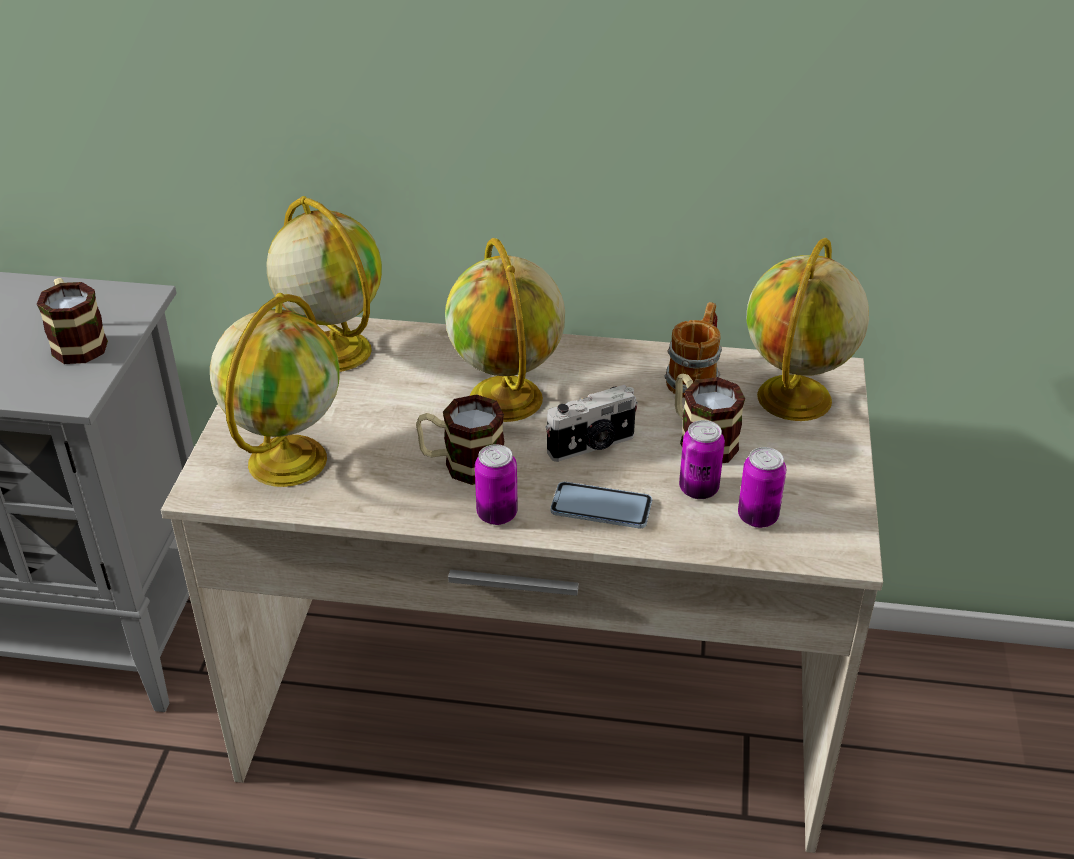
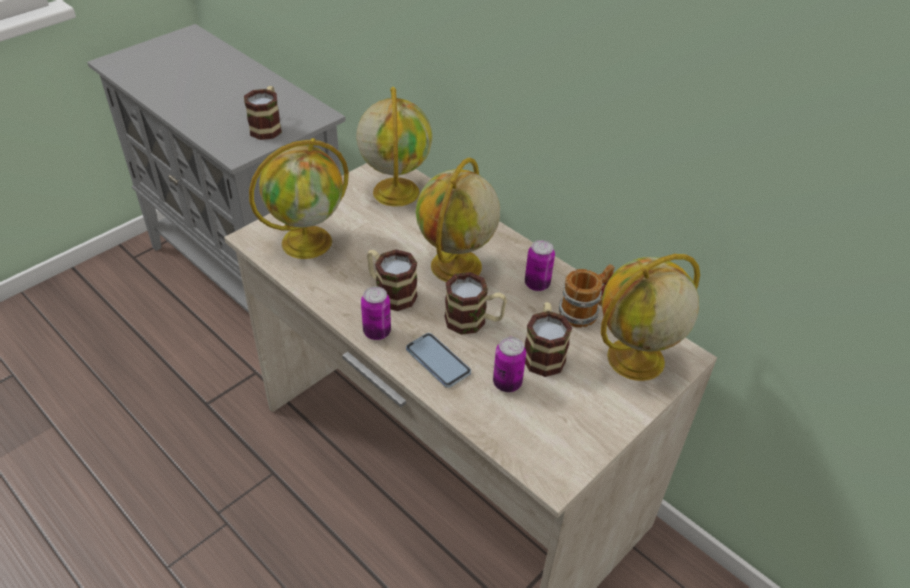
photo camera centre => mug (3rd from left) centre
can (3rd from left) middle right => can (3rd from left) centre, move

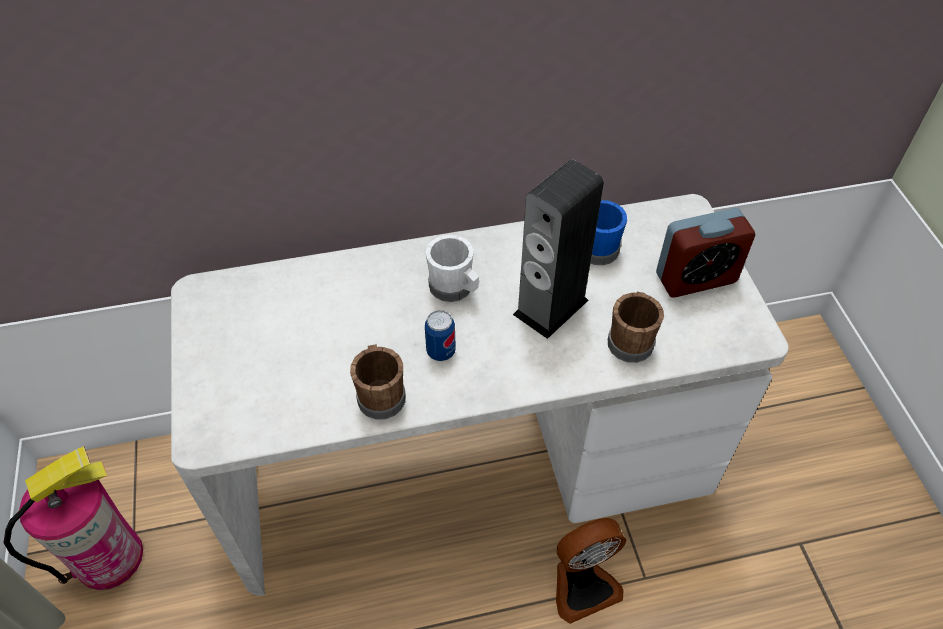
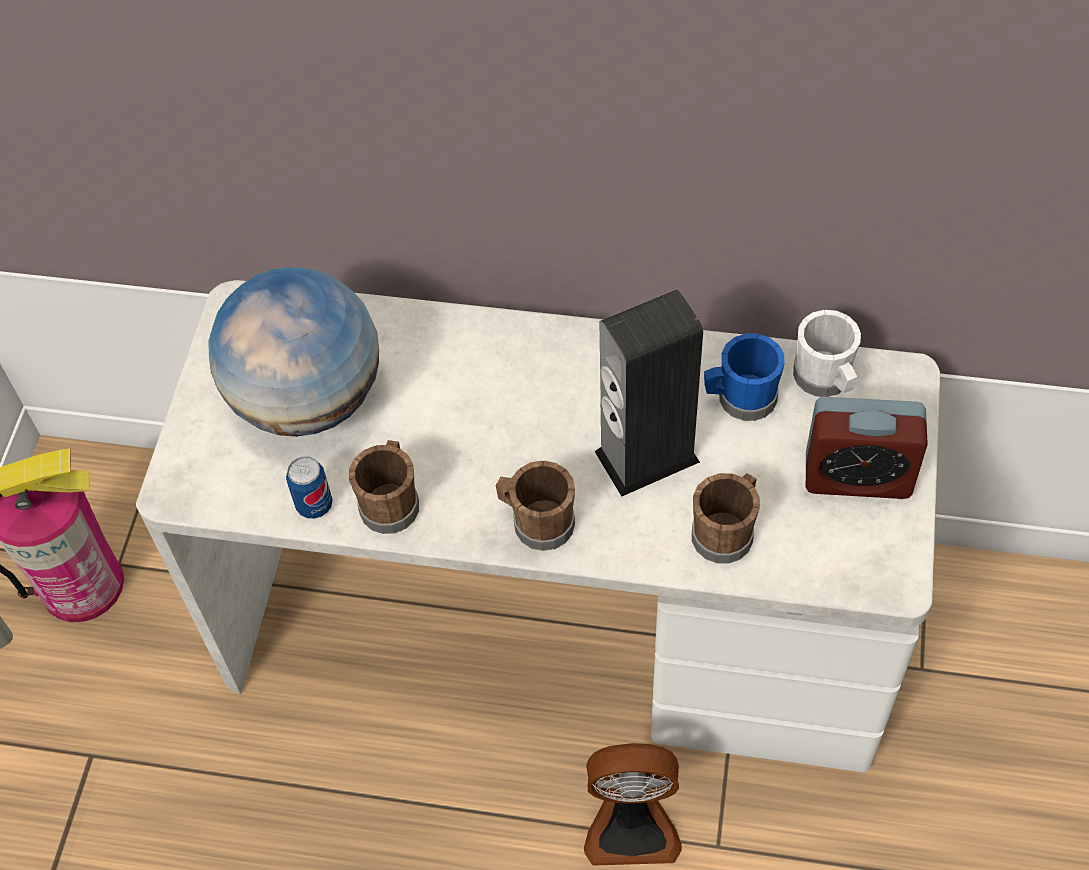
can centre => can middle left, move
mug (white) centre => mug (white) middle right, move
nothing => globe middle left
nothing => mug (brown) (2nd from left) centre

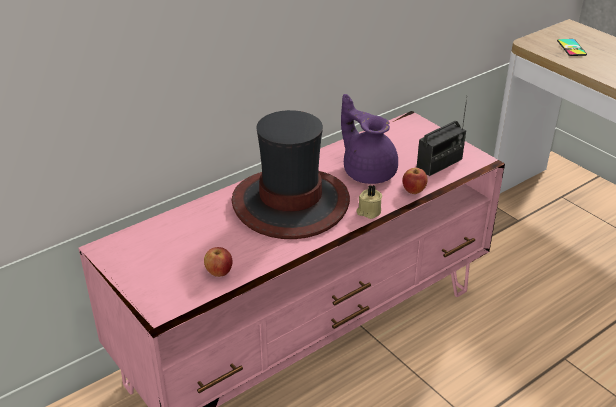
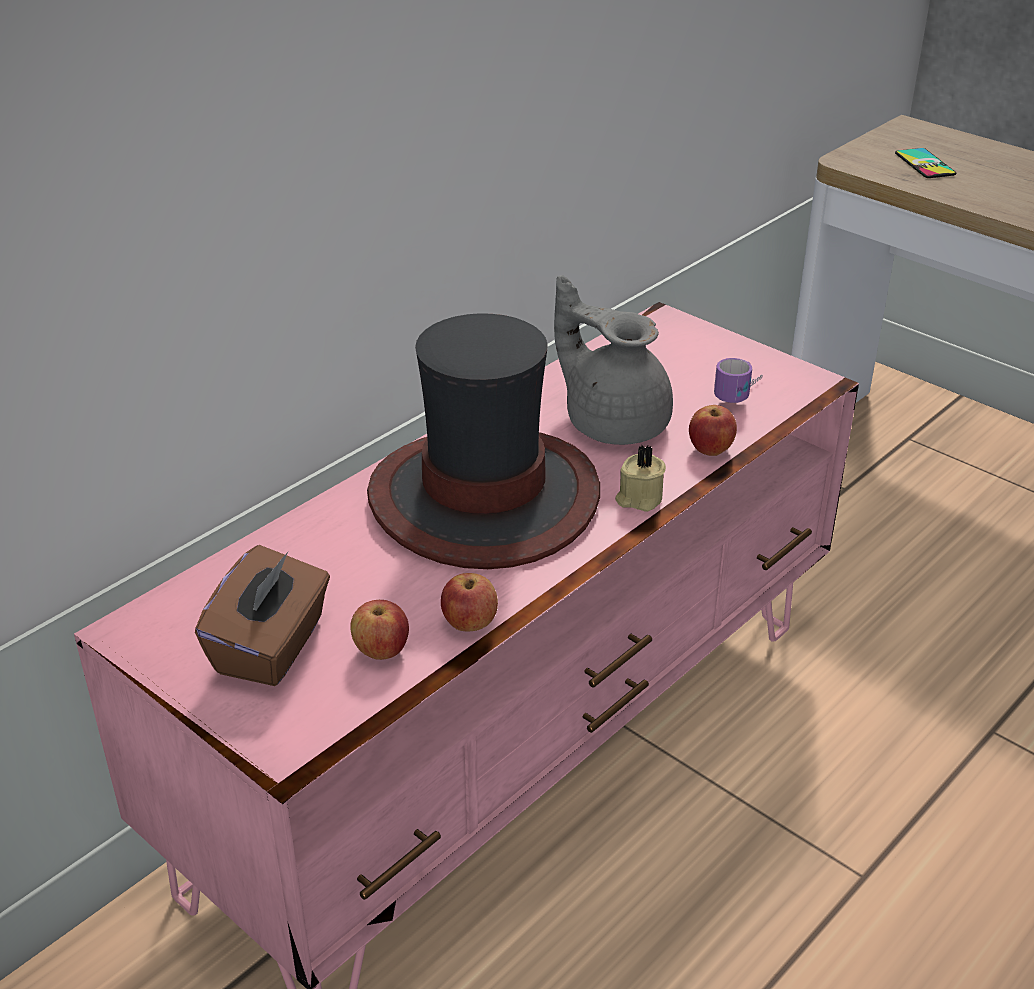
teapot (purple) centre => teapot (grey) centre
radio middle right => mug middle right
nothing => tissue box (brown) middle left
nothing => apple (2nd from left) centre

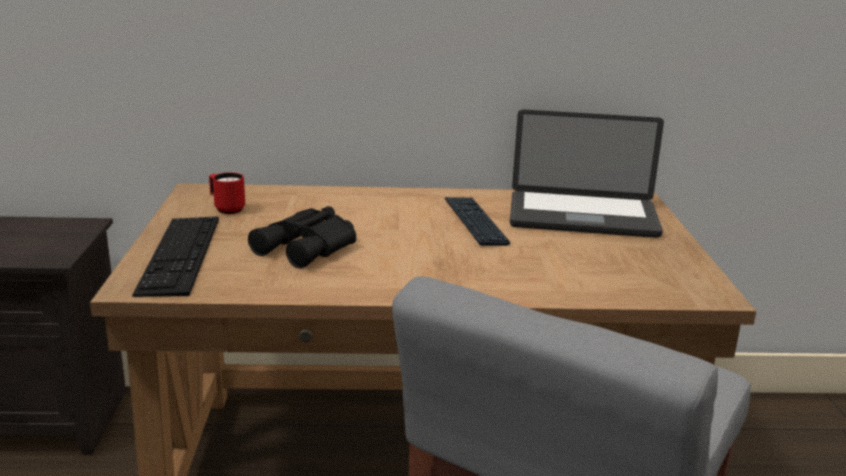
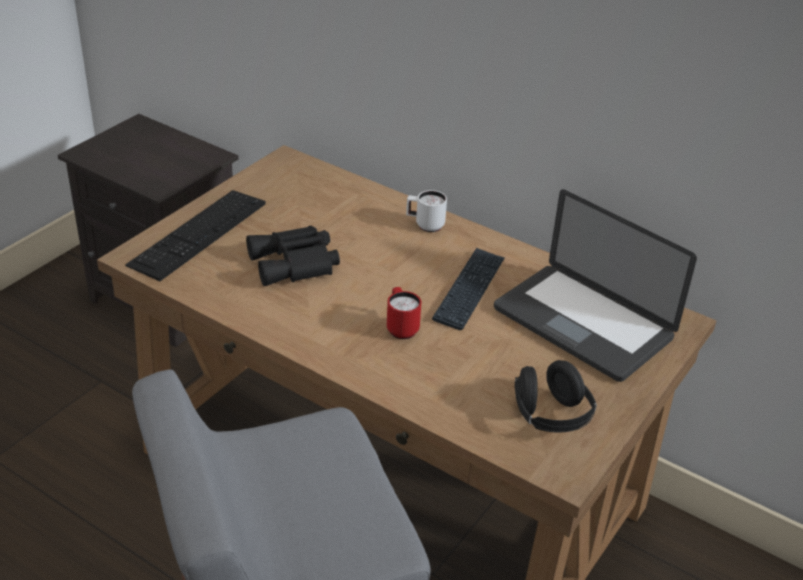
mug (red) middle left => mug (red) centre, move
nothing => mug (white) centre
nothing => headphones (black) bottom right

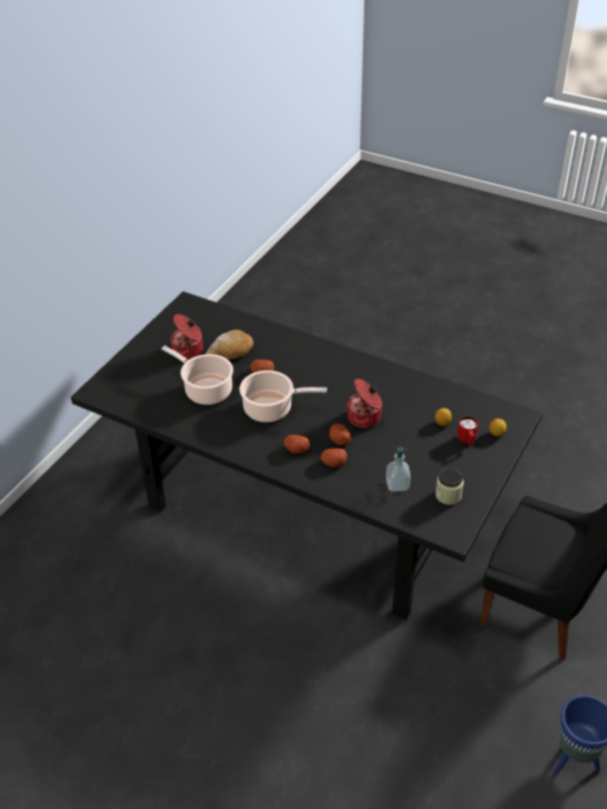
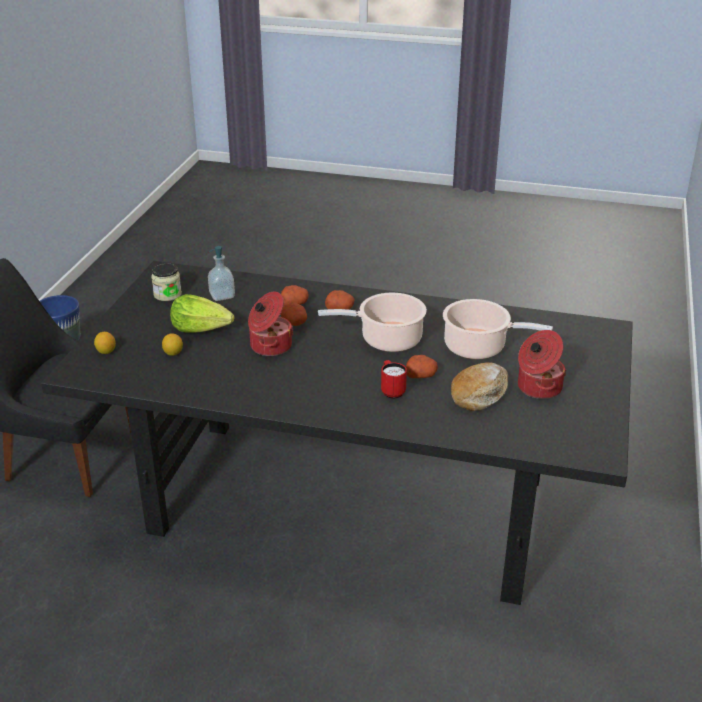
mug (red) middle right => mug (red) centre, move
nothing => lettuce middle left

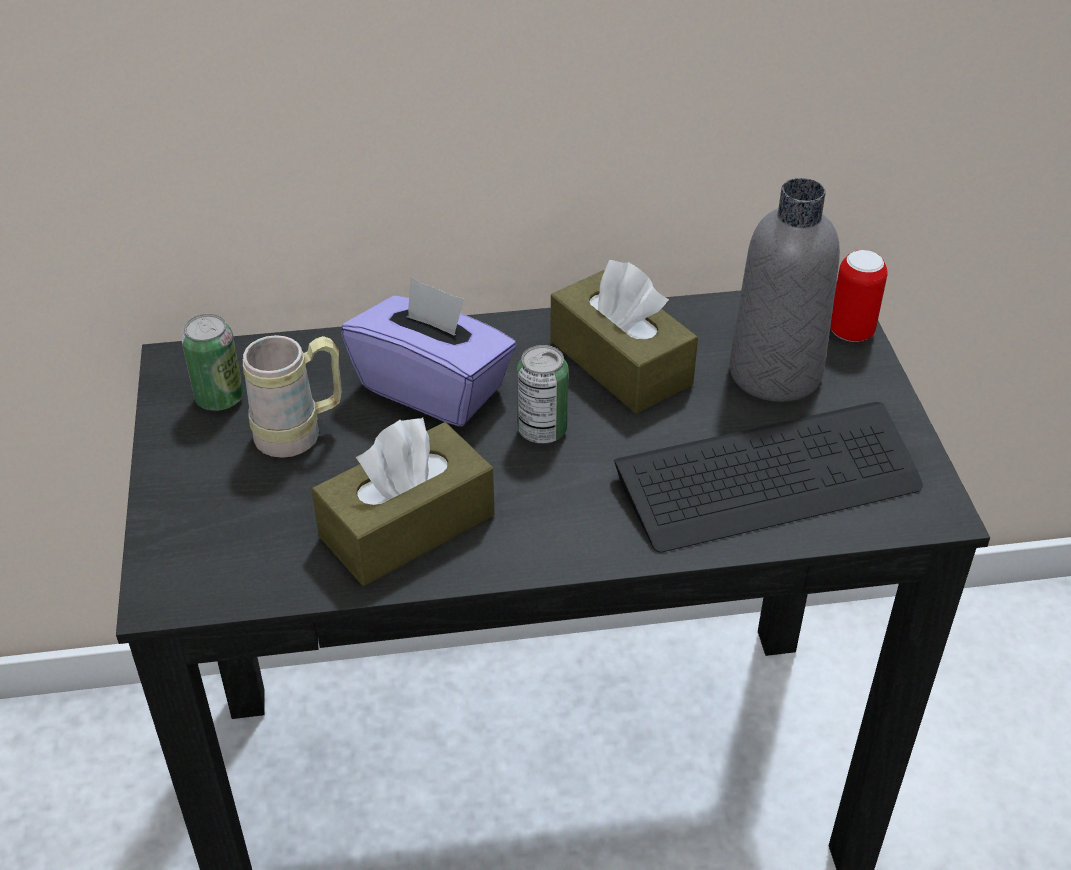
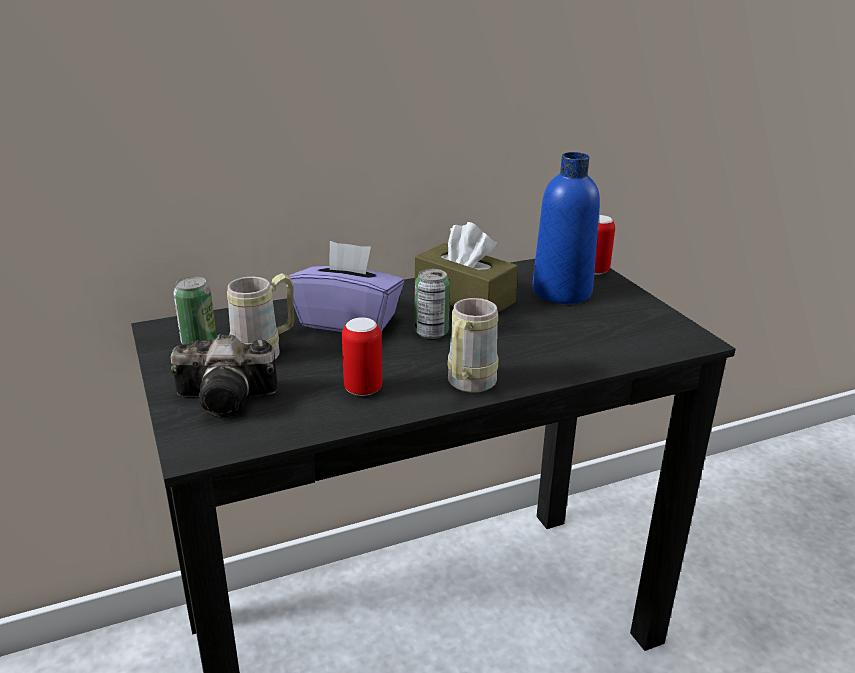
tissue box (brown) (1st from left) centre => can (2nd from left) centre
keyboard middle right => nothing
bottle (grey) middle right => bottle (blue) centre
nothing => photo camera middle left
nothing => mug (beige) (2nd from left) centre

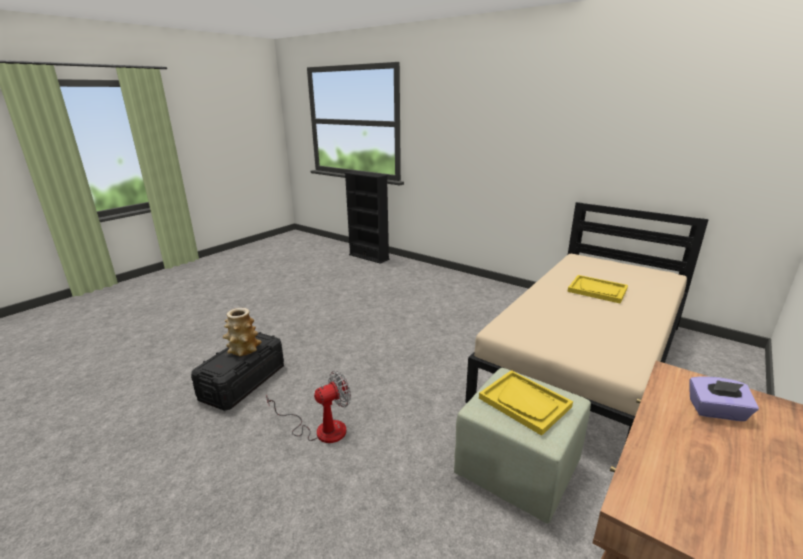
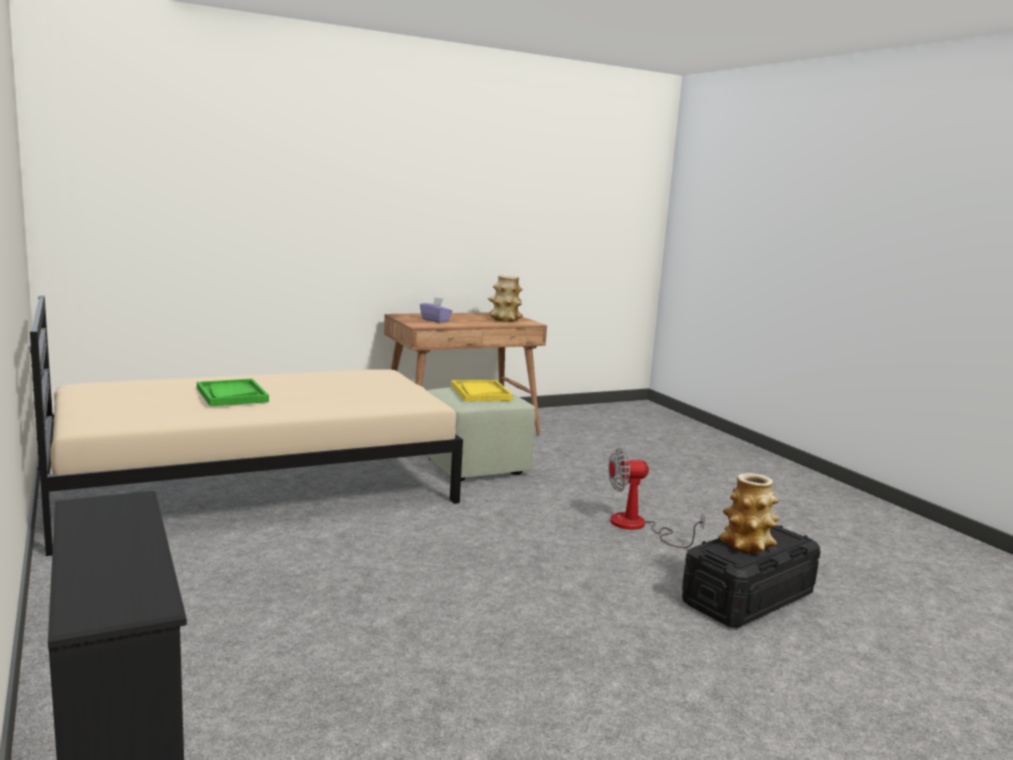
tray (yellow) (2nd from left) middle right => tray (green) middle left
nothing => vase (1st from left) centre

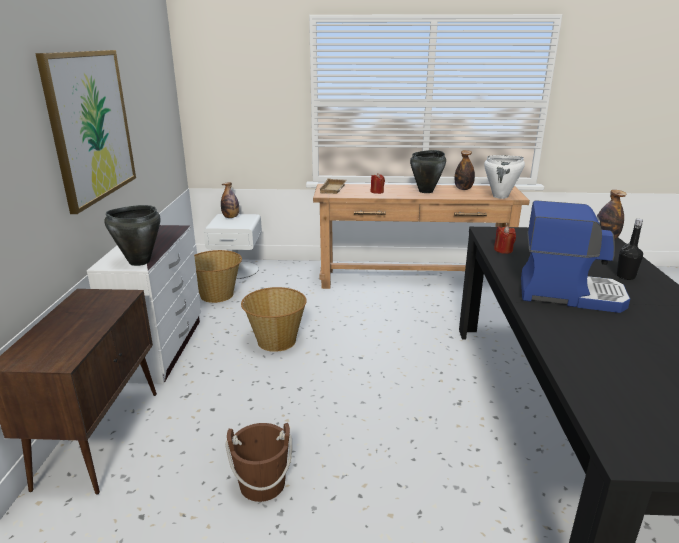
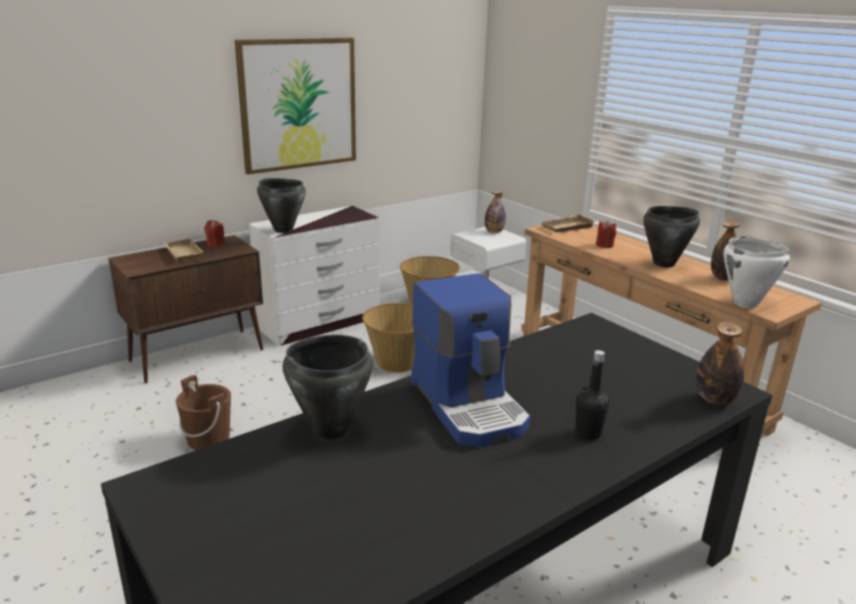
candle (red) (2nd from left in the first image) middle right => candle (red) (1st from left) middle left, move
nothing => tray (beige) (1st from left) middle left
nothing => cooking pot (black) (2nd from left) centre

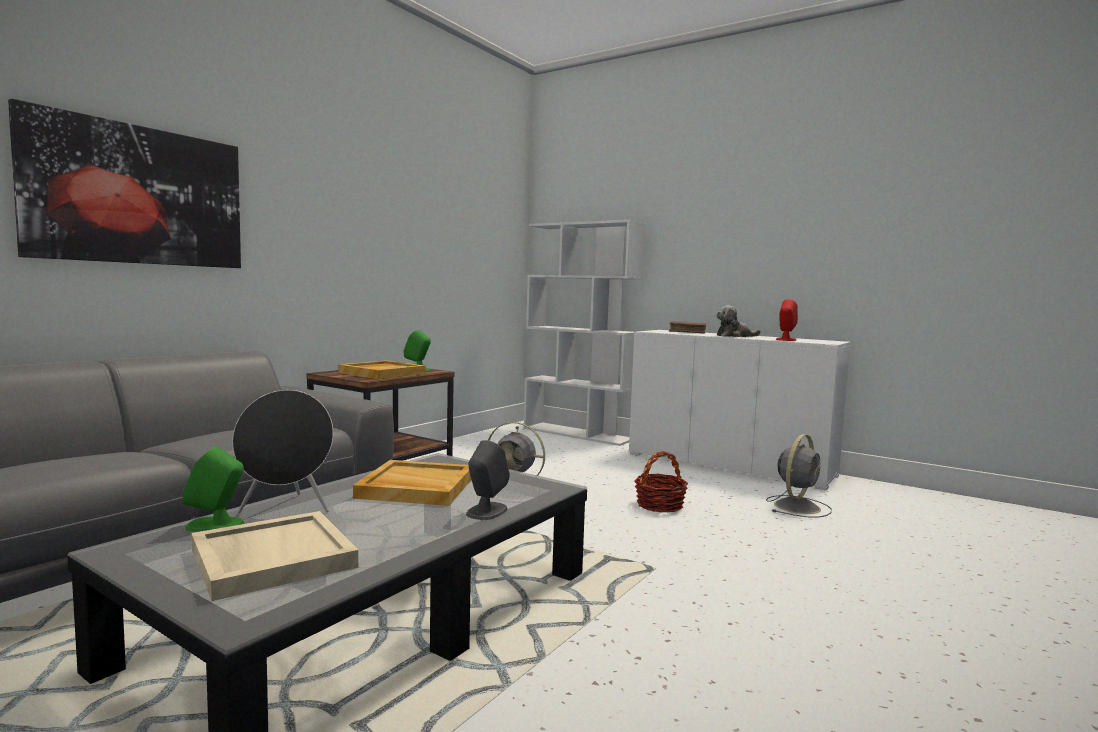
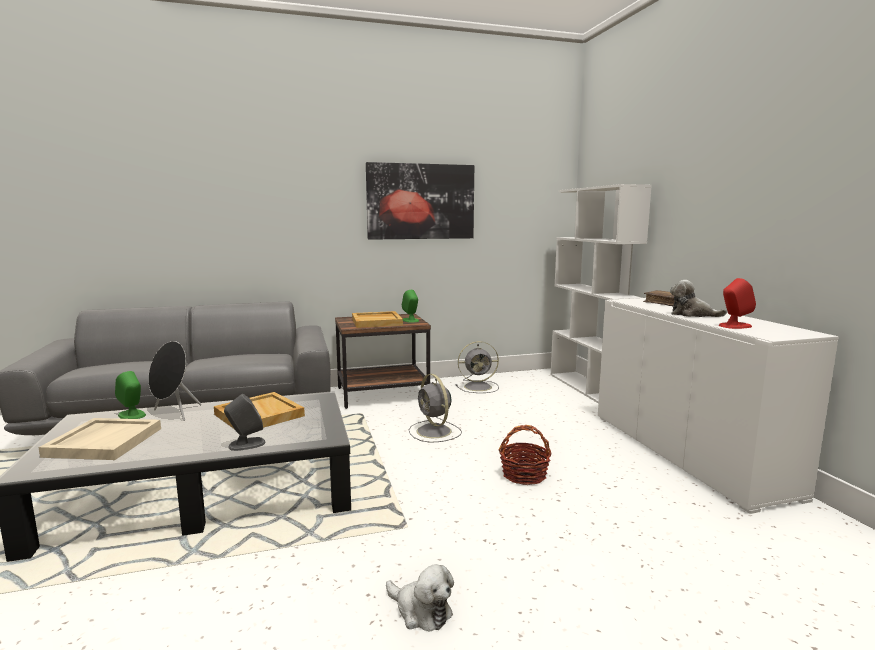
picture top left => picture top centre, move
fan (grey) (2nd from left) middle right => fan (grey) (2nd from left) centre, move
nothing => plush toy (1st from left) bottom centre

